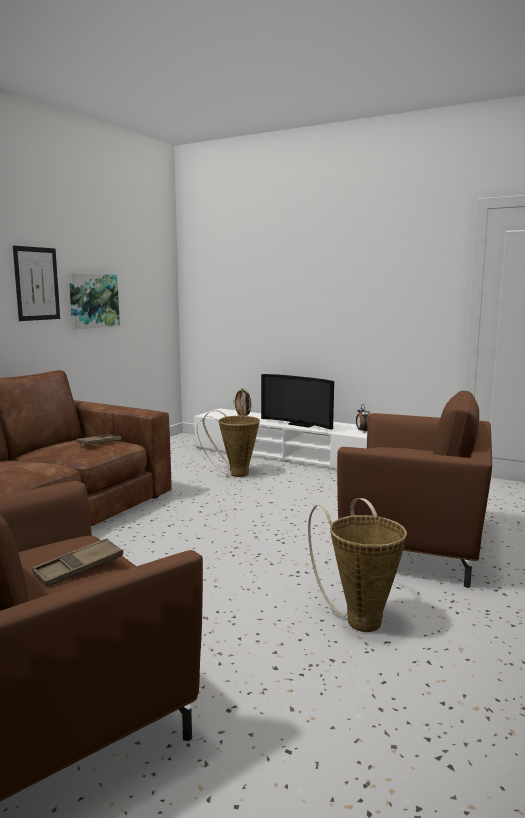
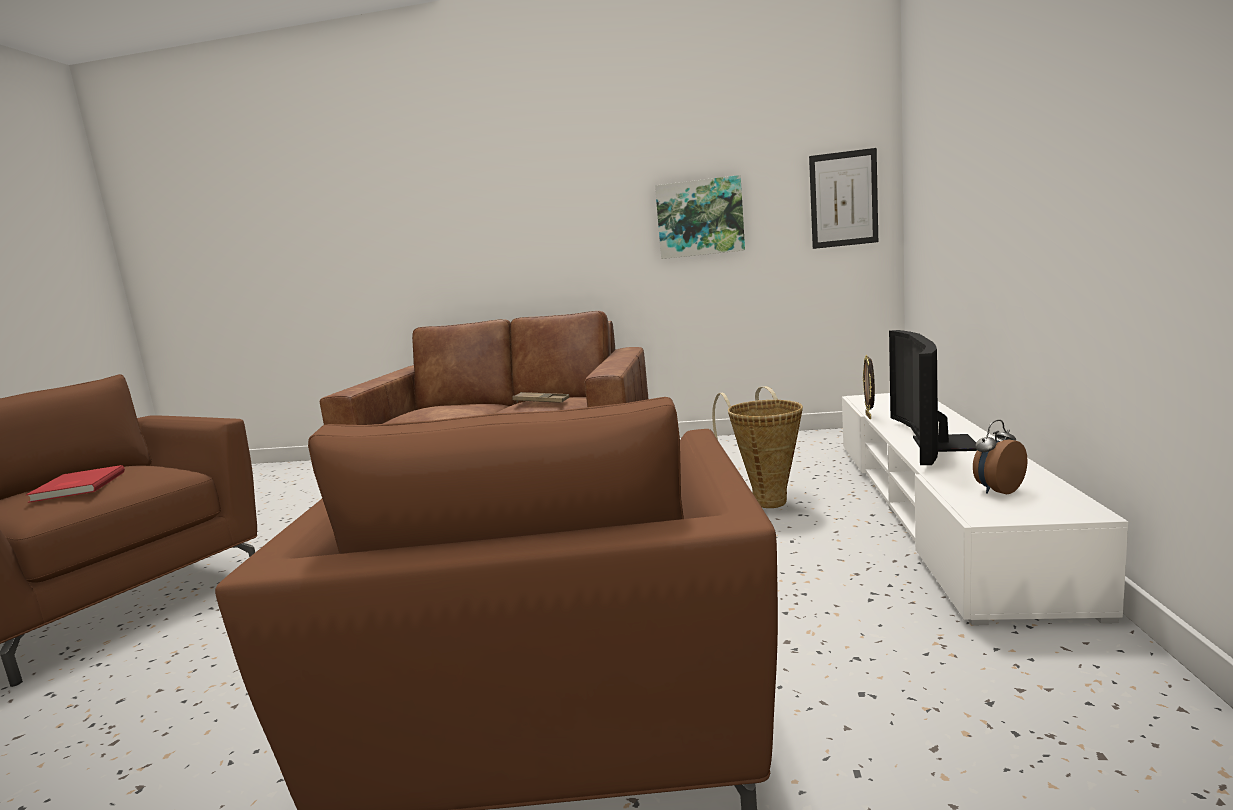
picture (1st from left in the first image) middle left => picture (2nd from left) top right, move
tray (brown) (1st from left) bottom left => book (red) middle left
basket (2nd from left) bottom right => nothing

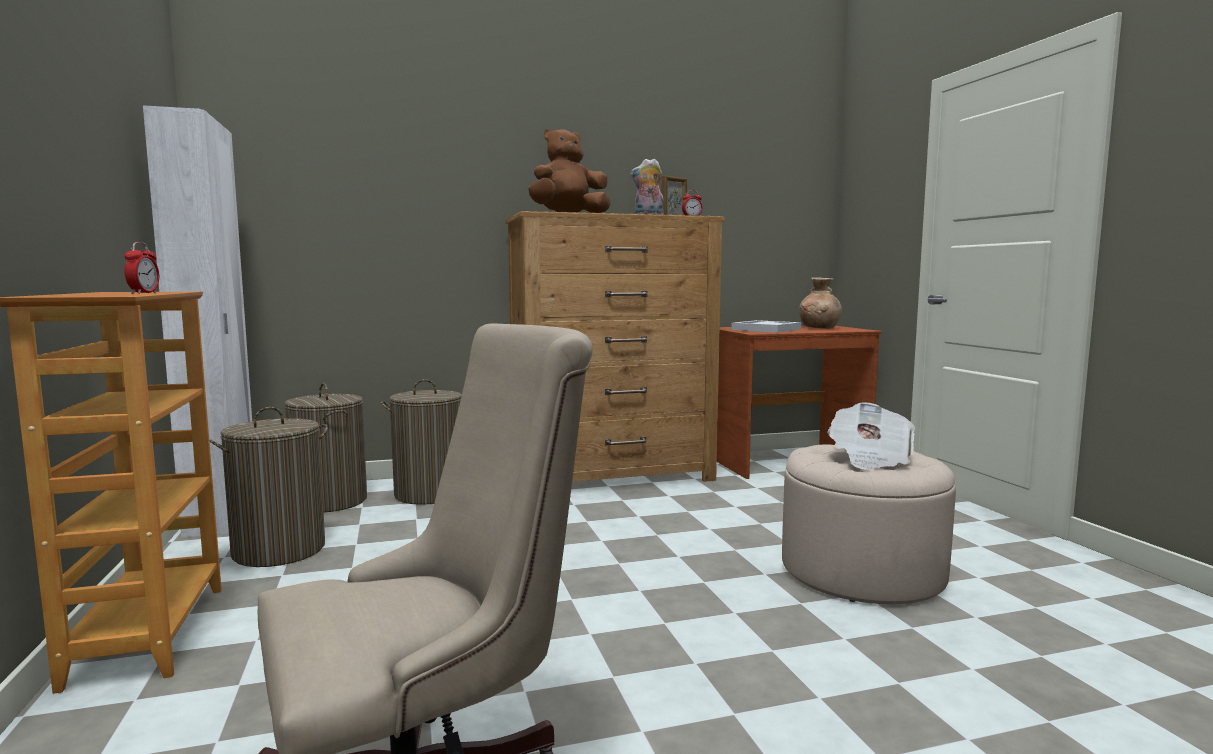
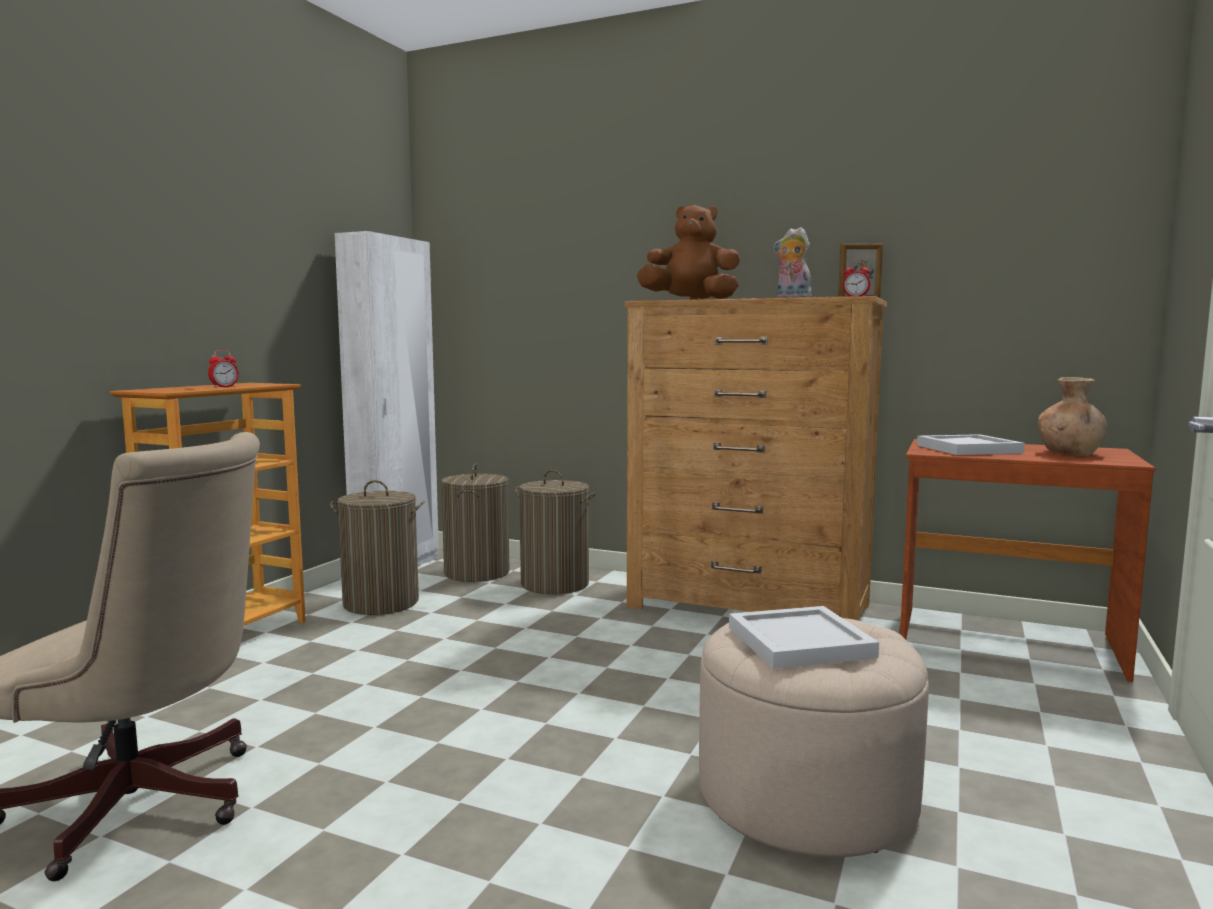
newspaper middle right => tray (white) (1st from left) bottom centre

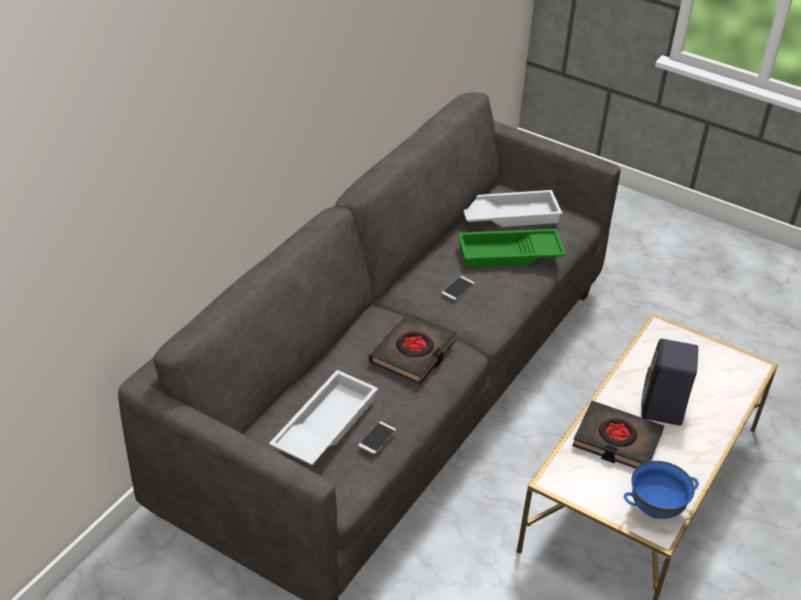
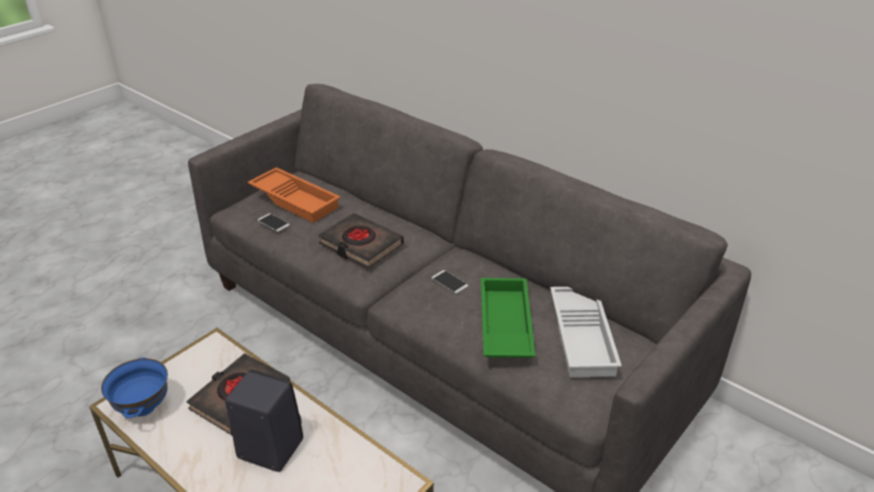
tray (white) (1st from left) bottom centre => tray (orange) centre

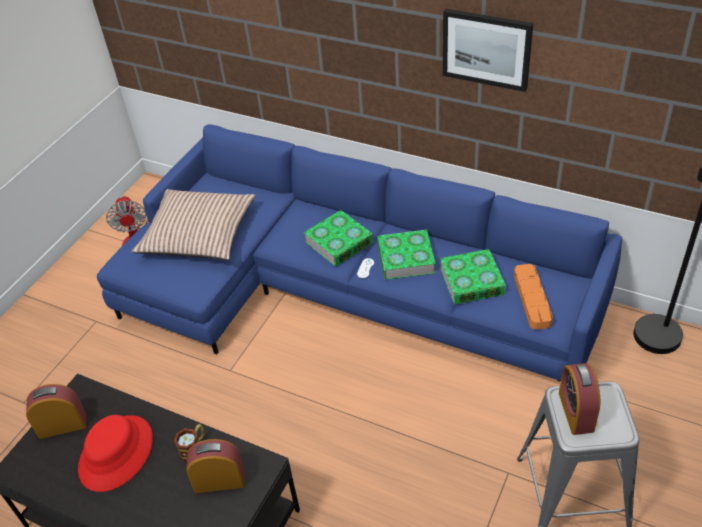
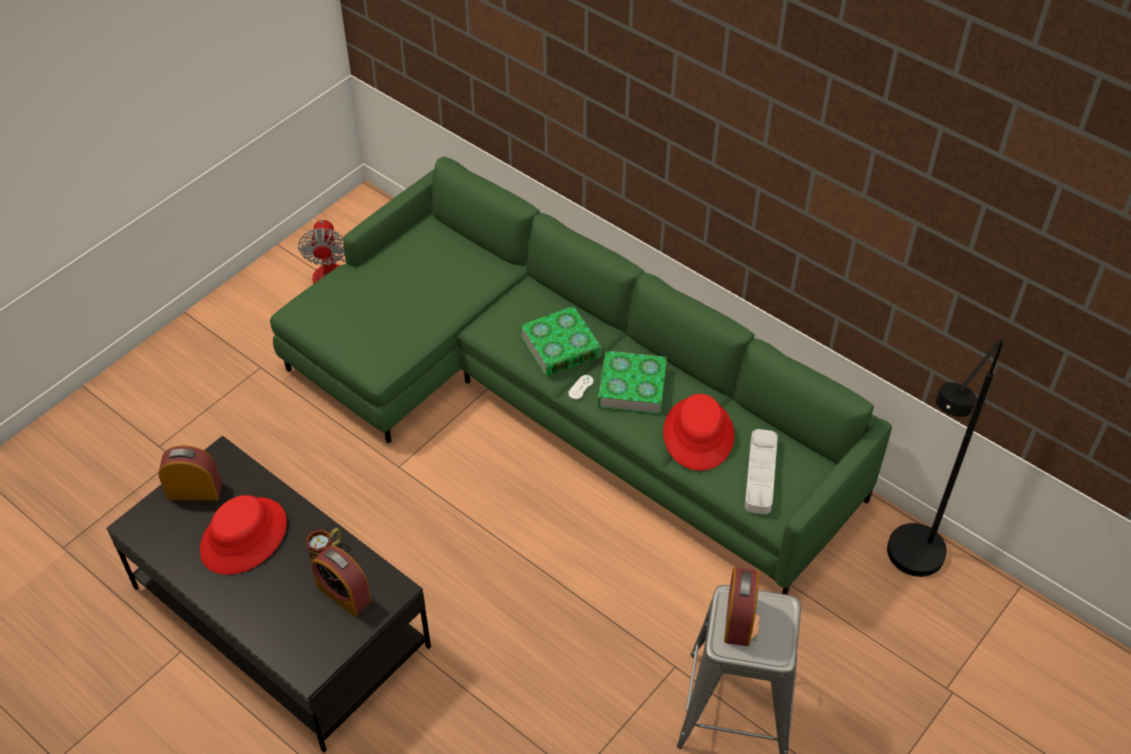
sofa (blue) centre => sofa (green) centre
pillow middle left => nothing
alarm clock (2nd from left) bottom left, 150 degrees counterclockwise
book (3rd from left) middle right => hat (red) (2nd from left) centre
picture top right => nothing
tray (orange) middle right => tray (grey) middle right

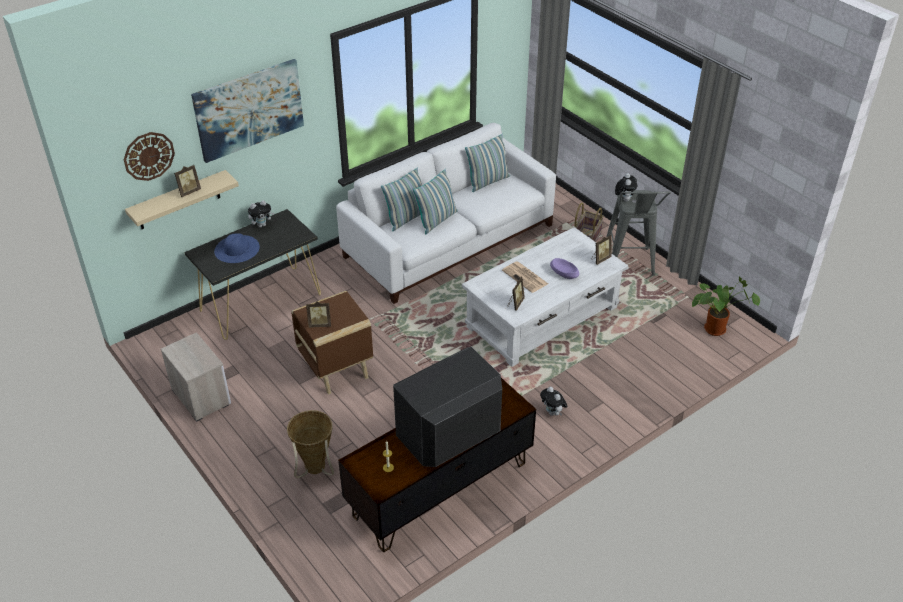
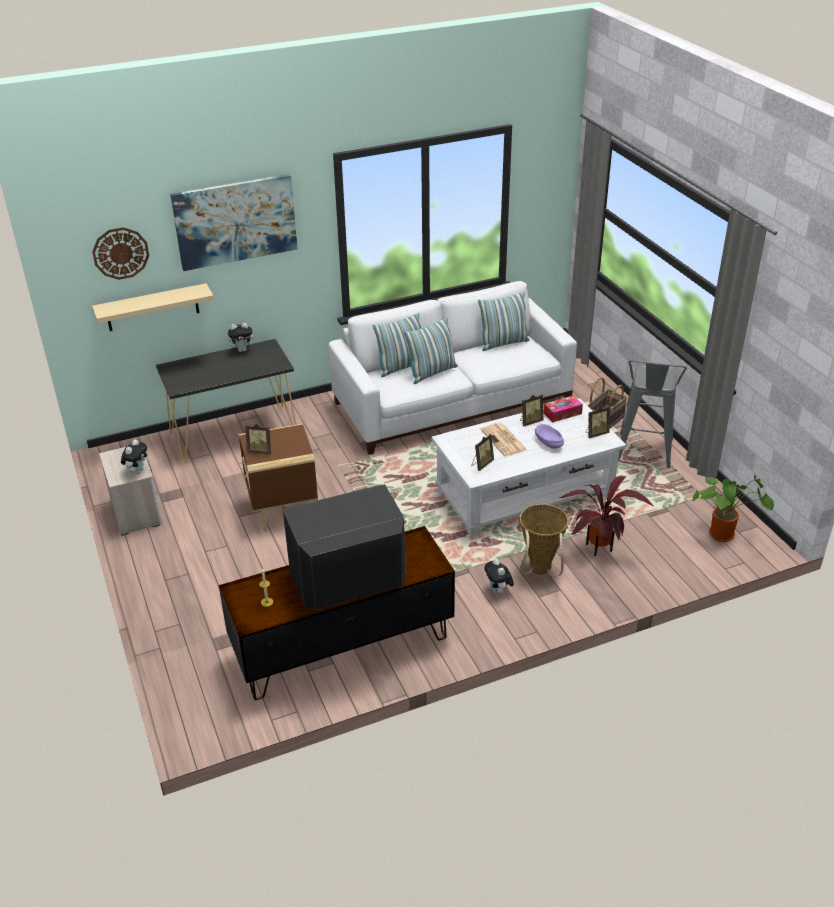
picture frame (1st from left in the first image) top left => picture frame (3rd from left) centre, move
hat (blue) middle left => nothing
basket (1st from left) bottom centre => basket (1st from left) centre, move
plush toy (3rd from left in the first image) top right => plush toy (1st from left) middle left, move
nothing => tissue box middle right
nothing => potted plant (1st from left) middle right

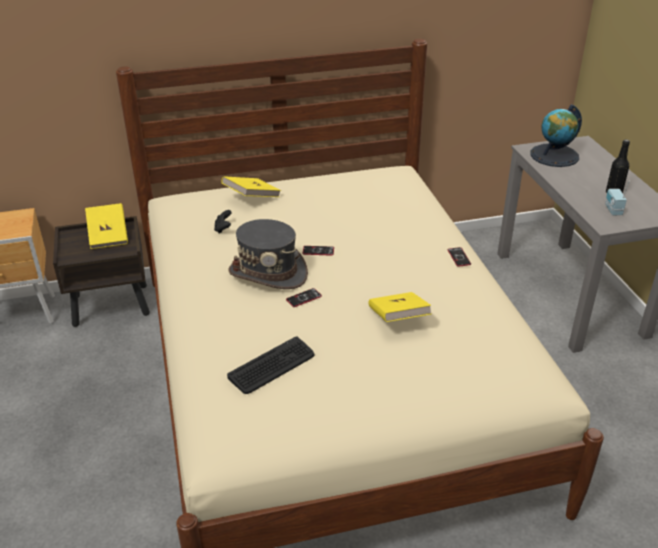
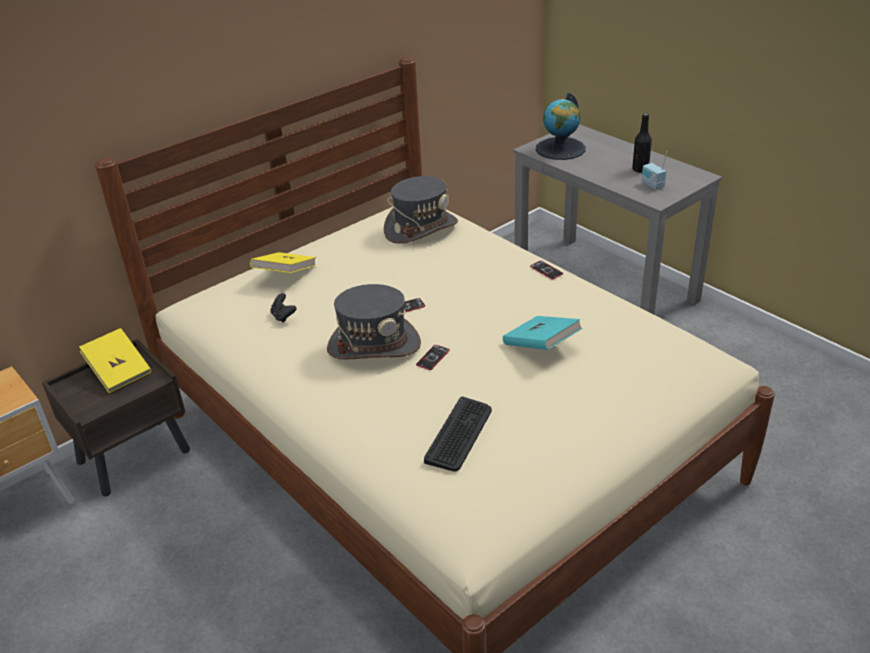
book (yellow) (3rd from left) centre => book (turquoise) centre
nothing => hat (grey) (2nd from left) top centre

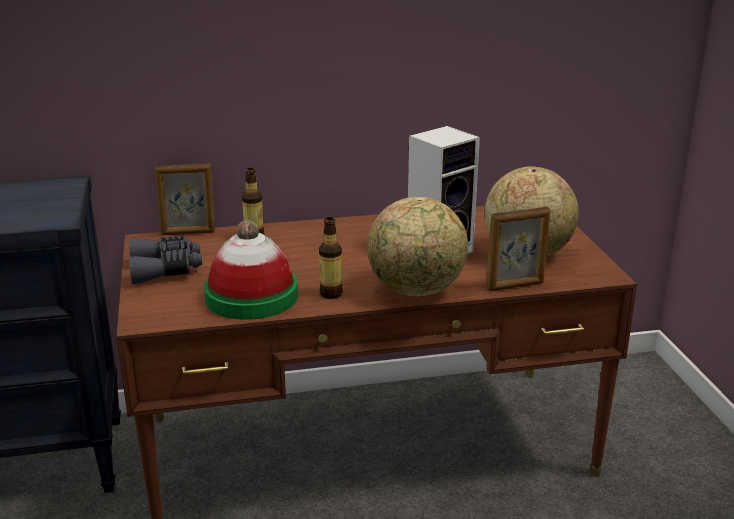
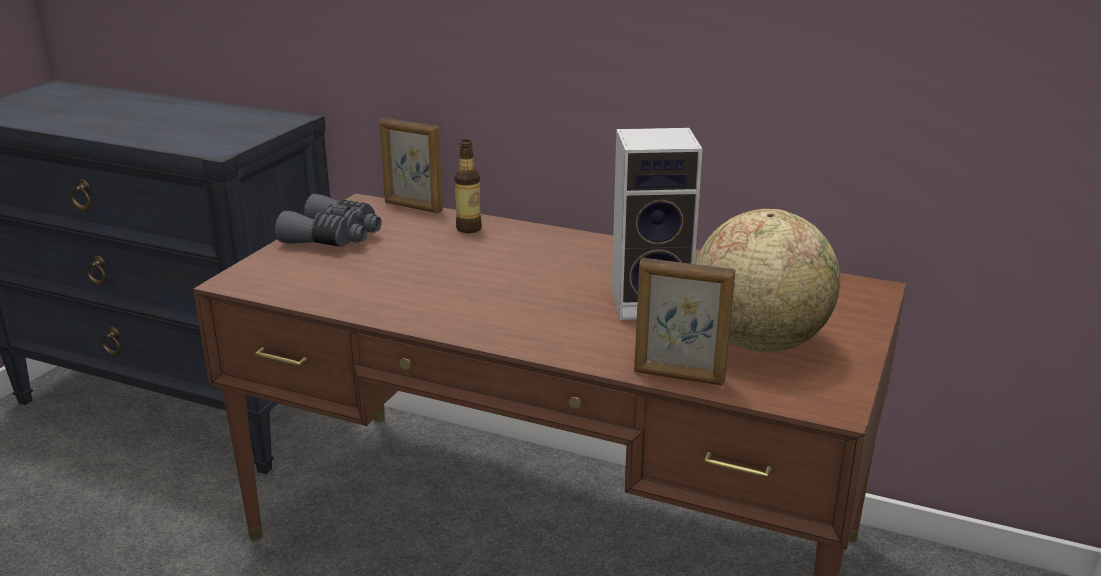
hat centre => nothing
bottle (2nd from left) centre => nothing
globe (1st from left) centre => nothing

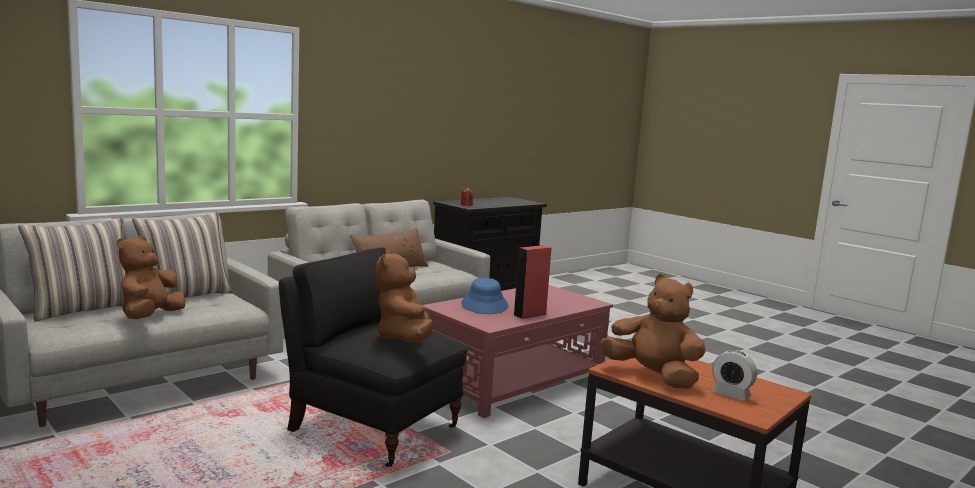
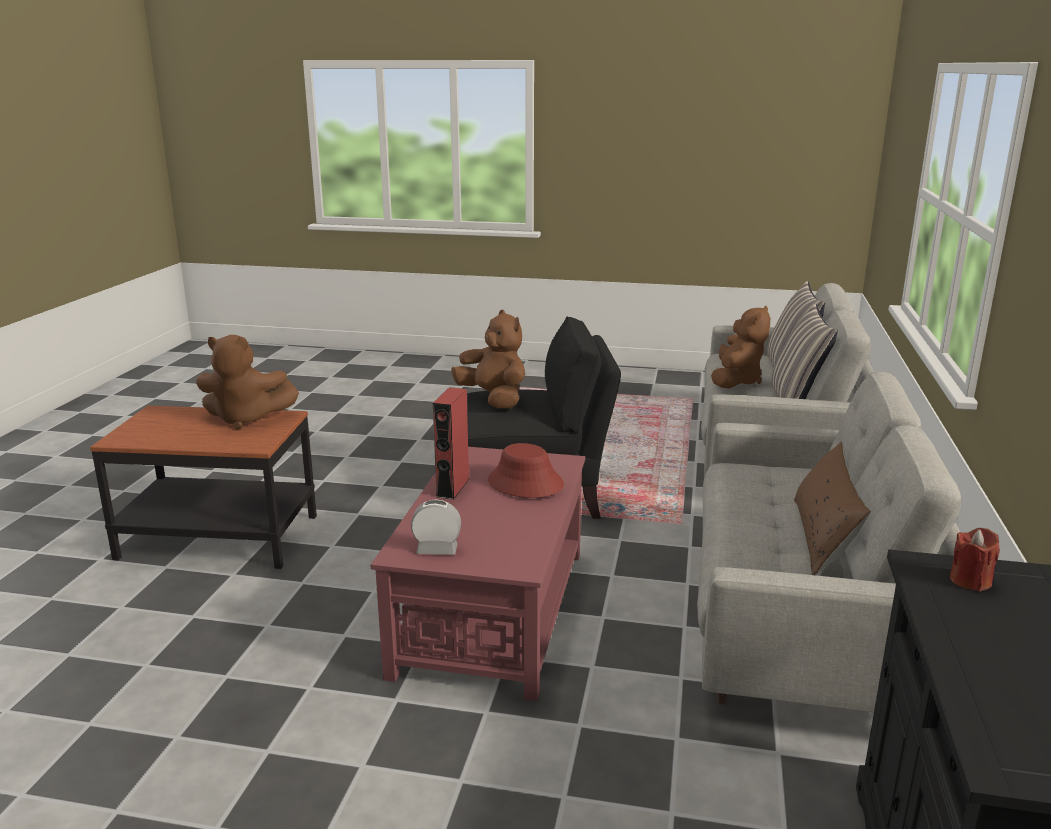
plush toy (brown) (1st from left in the first image) middle left => plush toy (brown) (3rd from left) middle right, 45 degrees clockwise
hat (blue) centre => hat (red) centre
alarm clock bottom right => alarm clock centre, move

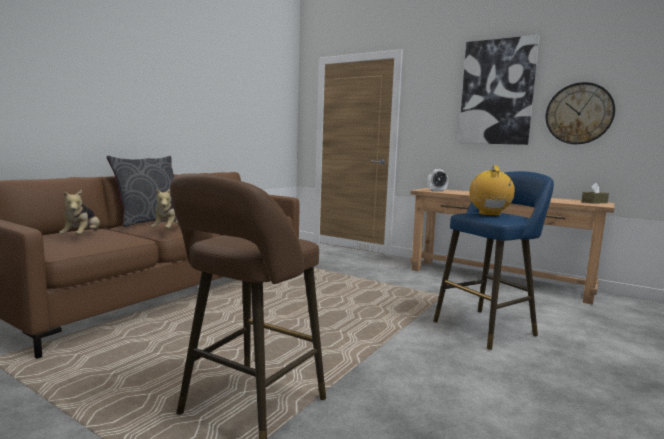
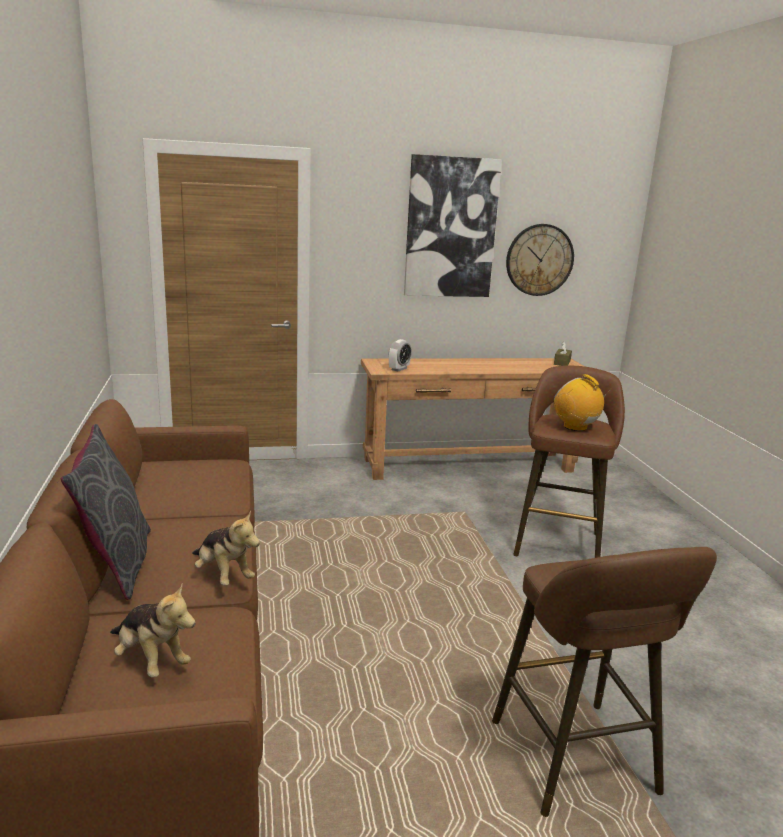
stool (blue) middle right => stool (brown) (1st from left) middle right

